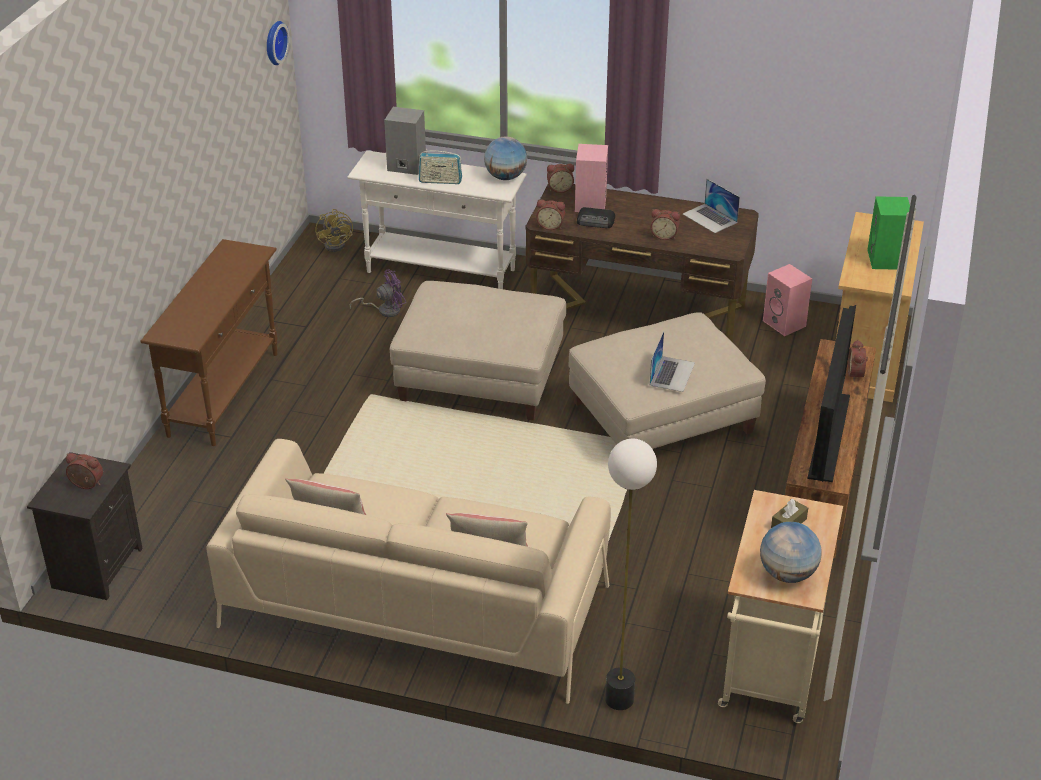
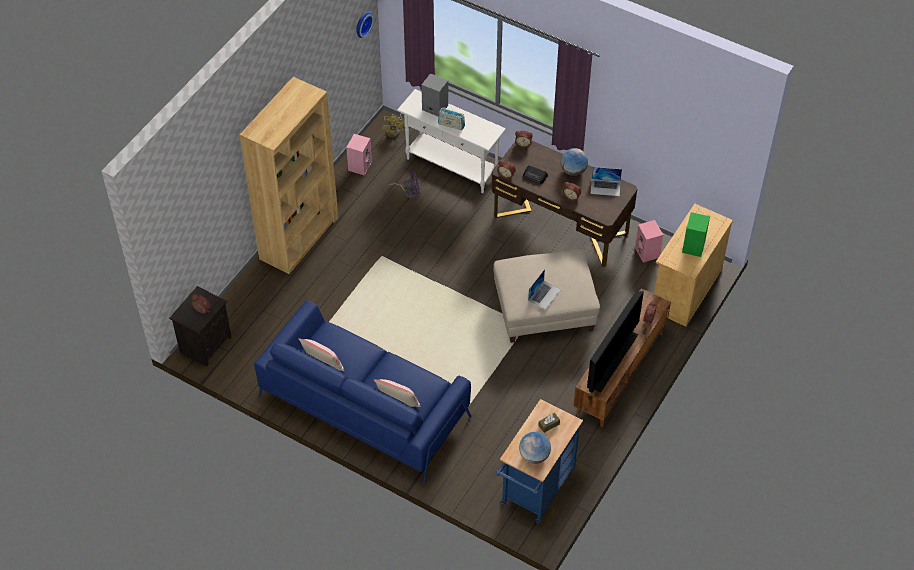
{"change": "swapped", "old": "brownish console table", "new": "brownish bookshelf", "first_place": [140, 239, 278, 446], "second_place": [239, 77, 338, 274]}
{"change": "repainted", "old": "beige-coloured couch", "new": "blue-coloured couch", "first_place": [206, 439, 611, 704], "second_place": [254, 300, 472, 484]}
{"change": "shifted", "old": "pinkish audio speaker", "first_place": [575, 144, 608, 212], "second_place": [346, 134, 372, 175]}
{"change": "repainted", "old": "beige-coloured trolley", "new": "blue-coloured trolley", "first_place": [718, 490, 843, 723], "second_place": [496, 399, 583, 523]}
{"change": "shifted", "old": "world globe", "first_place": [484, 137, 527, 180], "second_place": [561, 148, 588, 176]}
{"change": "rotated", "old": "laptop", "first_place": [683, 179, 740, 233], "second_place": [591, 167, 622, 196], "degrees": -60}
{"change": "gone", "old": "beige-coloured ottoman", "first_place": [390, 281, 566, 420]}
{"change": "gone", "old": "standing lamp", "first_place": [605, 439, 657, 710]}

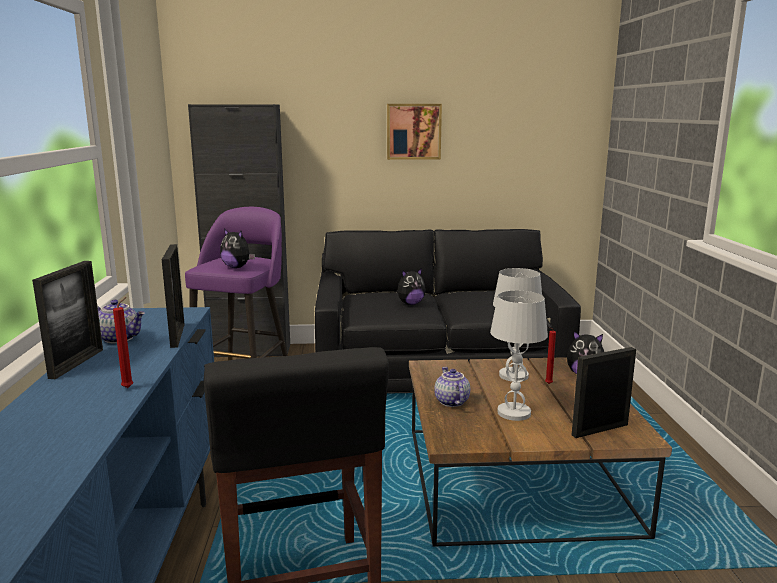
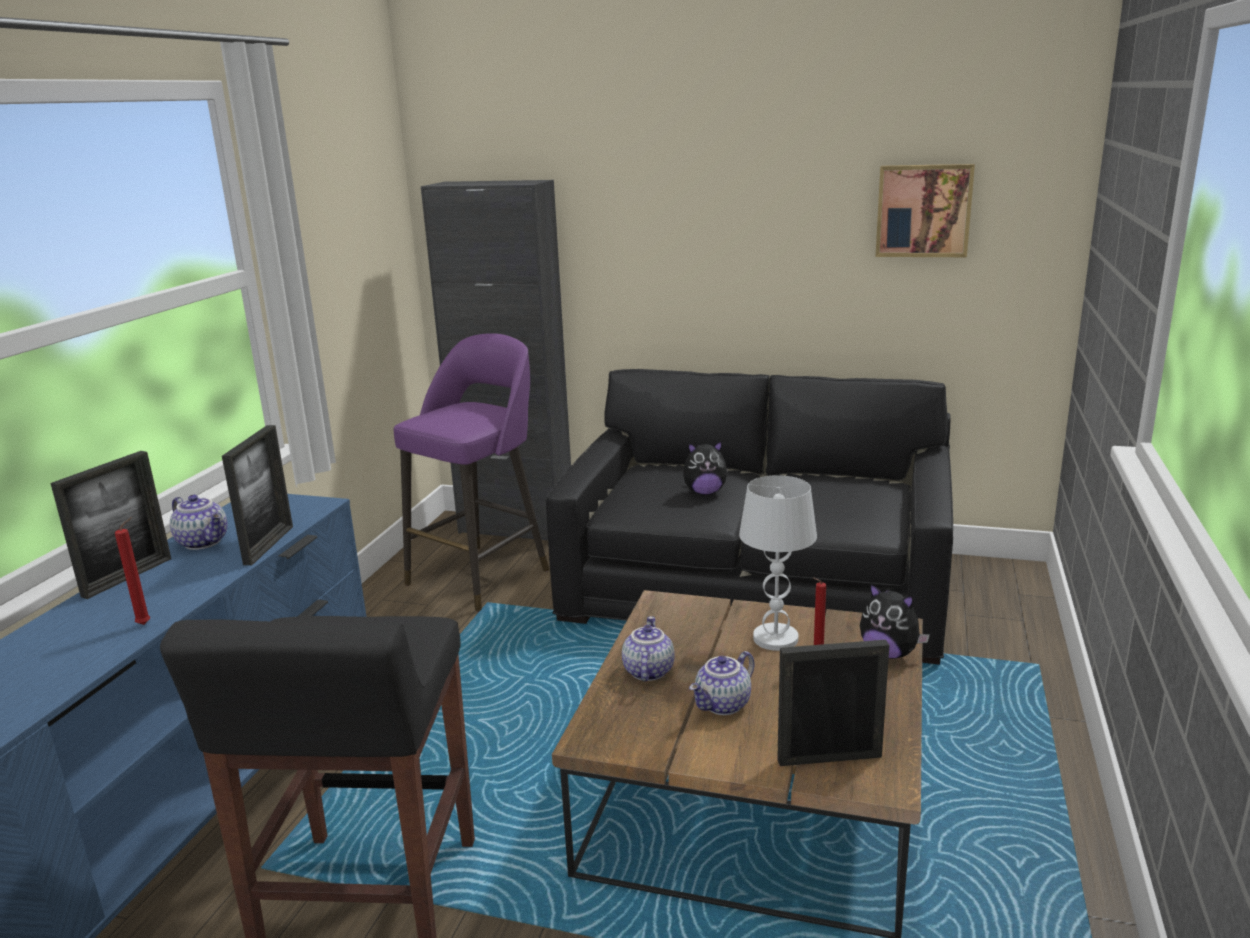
{"change": "swapped", "old": "white-coloured lamp for a table", "new": "teapot", "first_place": [490, 290, 548, 421], "second_place": [689, 651, 755, 715]}
{"change": "shifted", "old": "wall picture", "first_place": [387, 104, 442, 160], "second_place": [876, 164, 975, 257]}
{"change": "gone", "old": "cuddly toy", "first_place": [220, 228, 255, 268]}

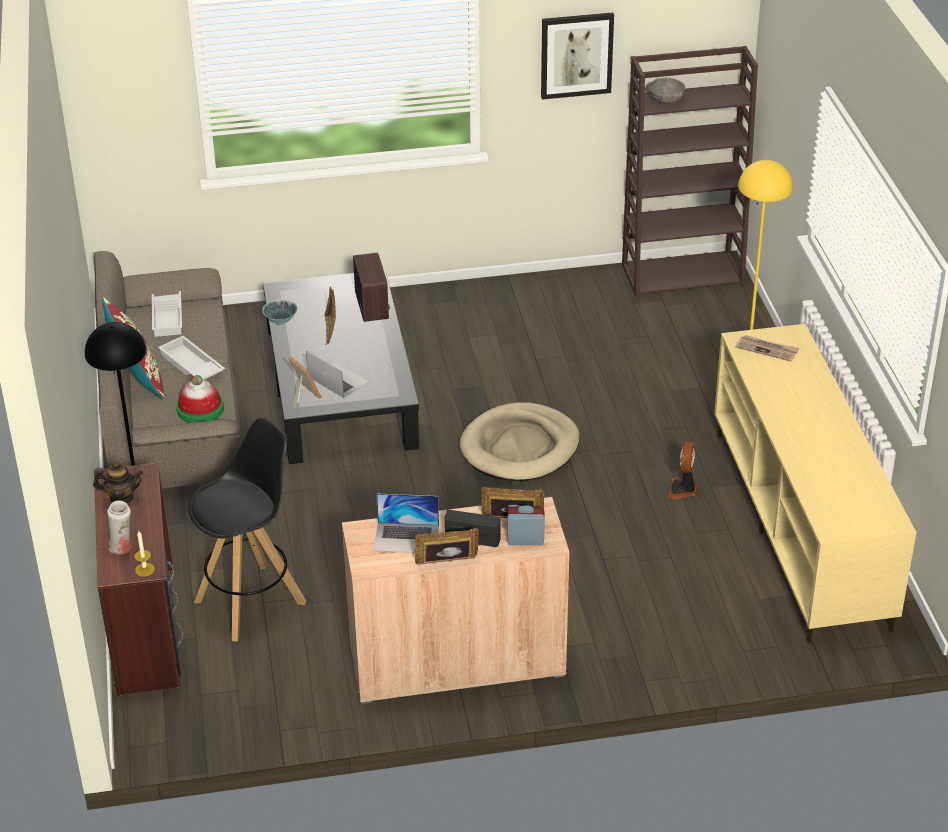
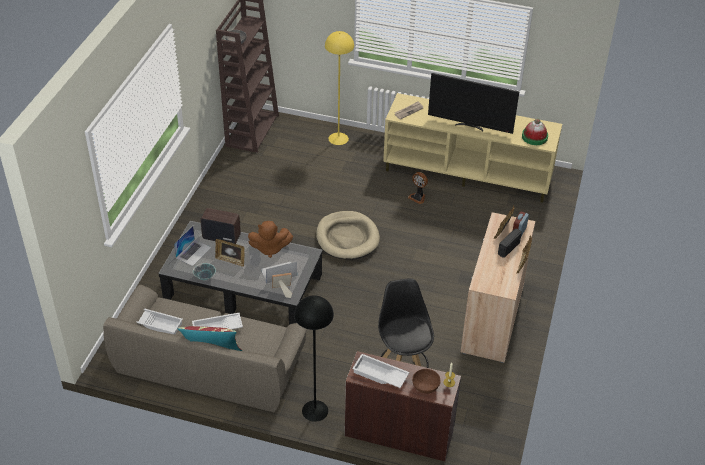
{"change": "shifted", "old": "laptop", "first_place": [373, 493, 439, 553], "second_place": [174, 226, 211, 266]}
{"change": "new", "new": "brownish cuddly toy", "second_place": [248, 221, 293, 258]}
{"change": "swapped", "old": "teapot", "new": "white-coloured carrying tray", "first_place": [93, 461, 143, 503], "second_place": [352, 354, 409, 388]}
{"change": "swapped", "old": "white-coloured decorative vase", "new": "brownish deep dish", "first_place": [107, 501, 132, 554], "second_place": [412, 369, 441, 394]}
{"change": "new", "new": "TV", "second_place": [428, 73, 520, 134]}
{"change": "shifted", "old": "clothing hat", "first_place": [176, 375, 224, 423], "second_place": [522, 118, 548, 145]}
{"change": "gone", "old": "wall picture", "first_place": [541, 13, 614, 100]}

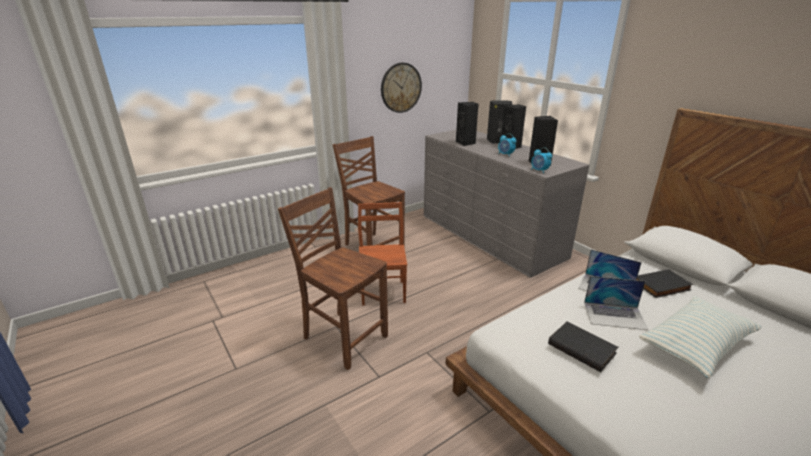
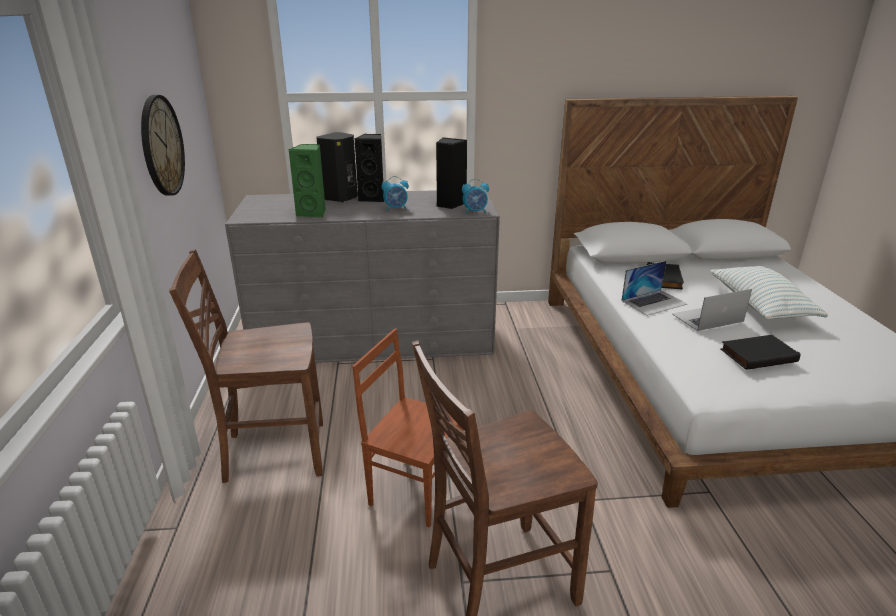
{"change": "repainted", "old": "black-coloured audio speaker", "new": "green-coloured audio speaker", "first_place": [456, 102, 479, 146], "second_place": [289, 144, 326, 217]}
{"change": "rotated", "old": "laptop", "first_place": [584, 276, 648, 330], "second_place": [672, 289, 752, 331], "degrees": -150}

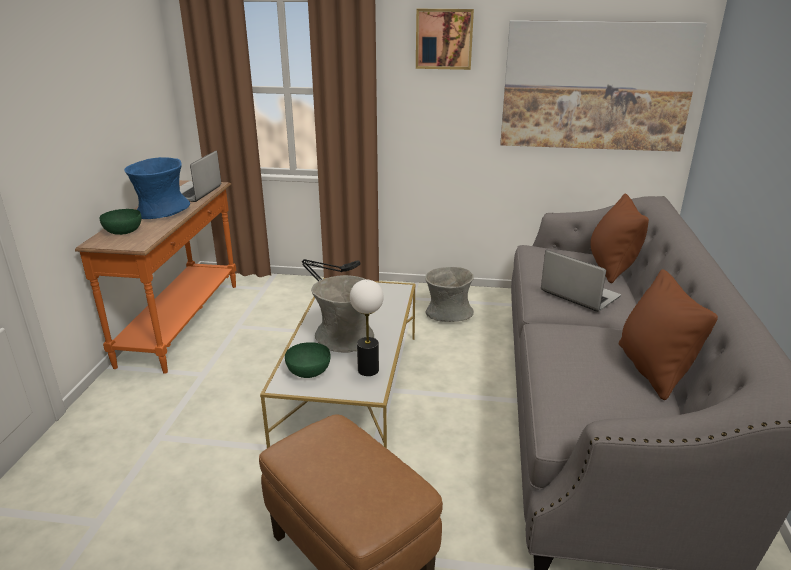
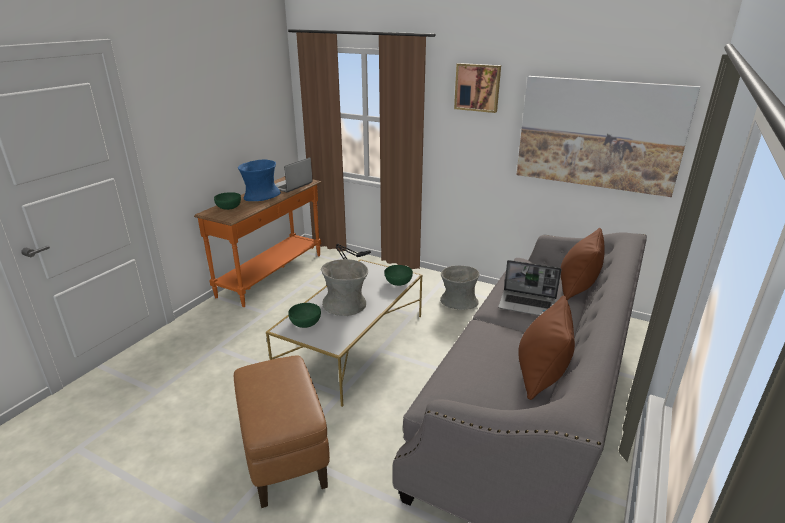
{"change": "new", "new": "green-coloured deep dish", "second_place": [385, 265, 413, 286]}
{"change": "rotated", "old": "laptop", "first_place": [541, 250, 621, 312], "second_place": [498, 260, 562, 316], "degrees": 135}
{"change": "gone", "old": "lamp for a table", "first_place": [350, 279, 384, 376]}

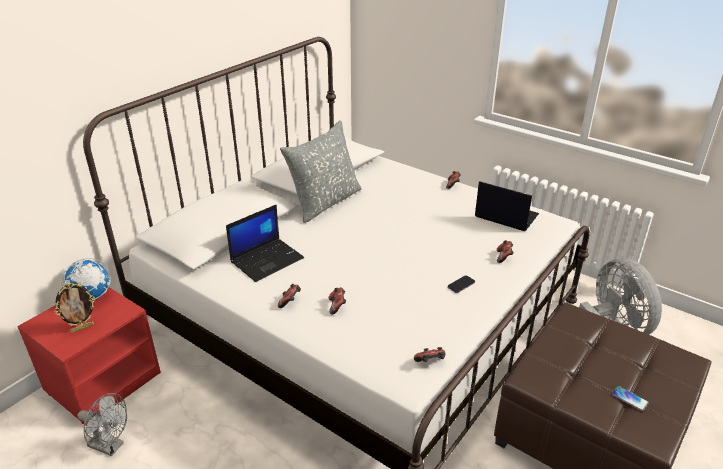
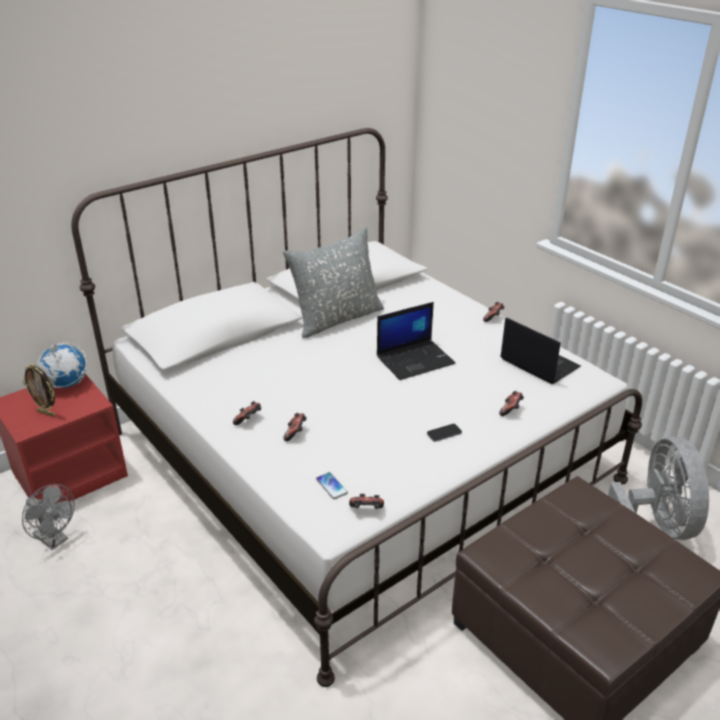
{"change": "rotated", "old": "photo frame", "first_place": [54, 283, 95, 333], "second_place": [23, 364, 55, 417], "degrees": 45}
{"change": "shifted", "old": "phone", "first_place": [612, 386, 649, 411], "second_place": [316, 472, 348, 499]}
{"change": "shifted", "old": "laptop", "first_place": [226, 205, 304, 282], "second_place": [377, 302, 455, 380]}

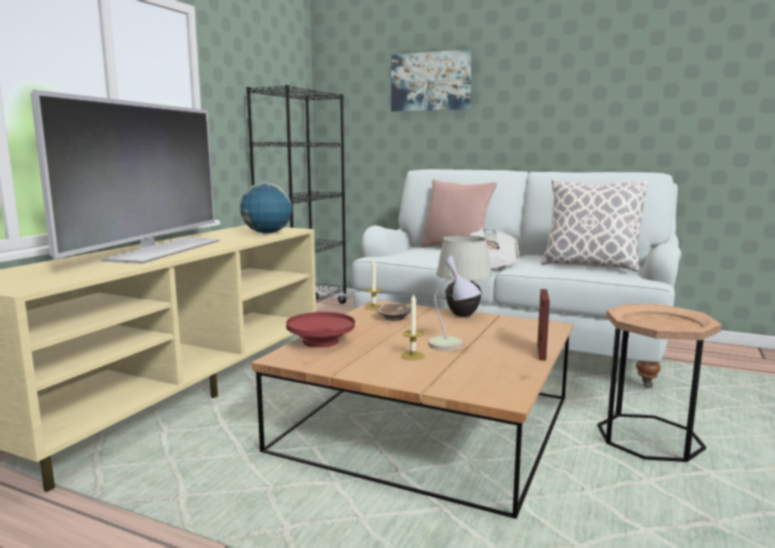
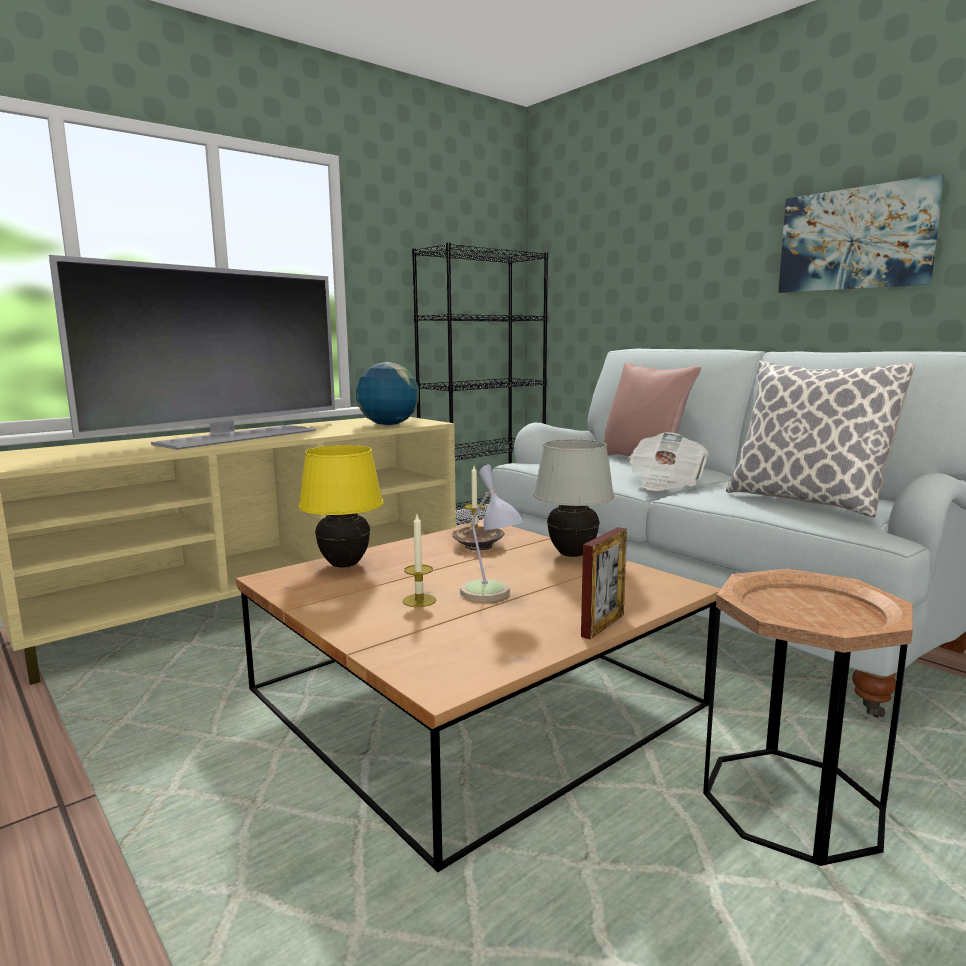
{"change": "swapped", "old": "red deep dish", "new": "yellow-coloured lamp for a table", "first_place": [286, 312, 355, 348], "second_place": [299, 445, 383, 567]}
{"change": "shifted", "old": "wall picture", "first_place": [391, 49, 472, 112], "second_place": [778, 174, 945, 293]}

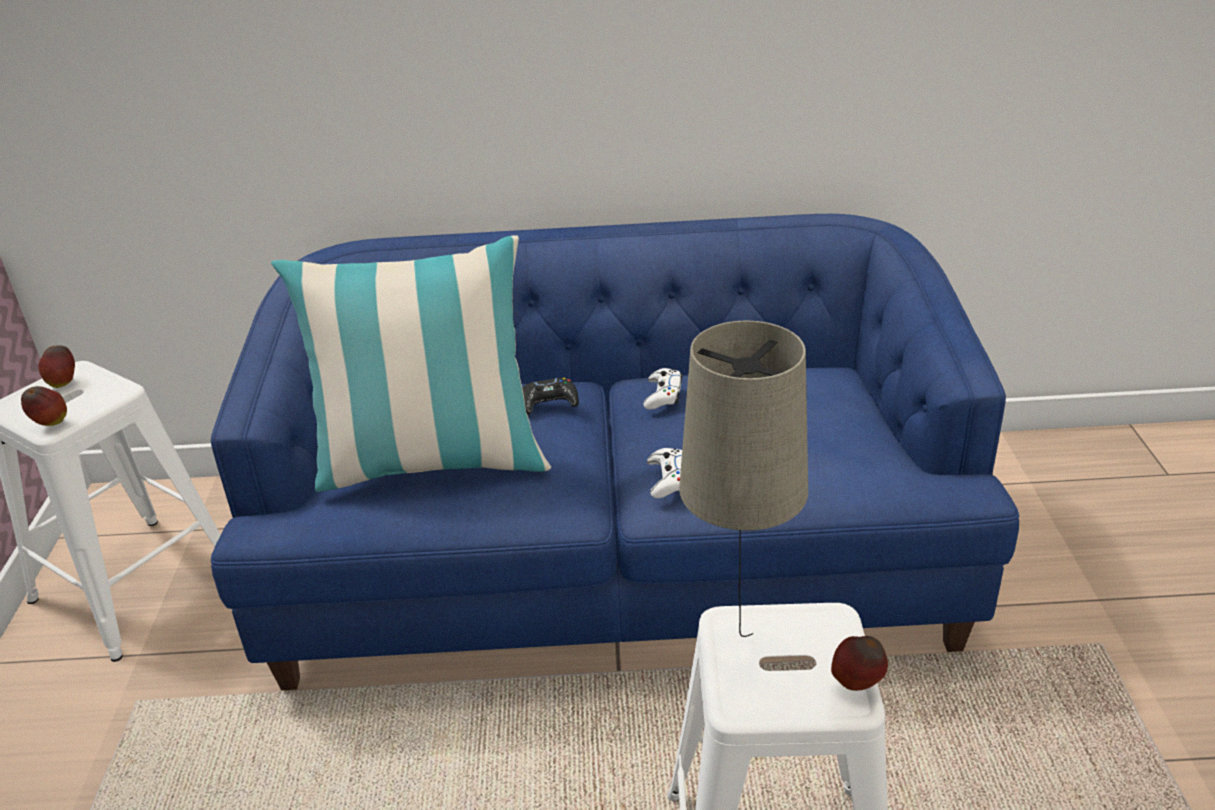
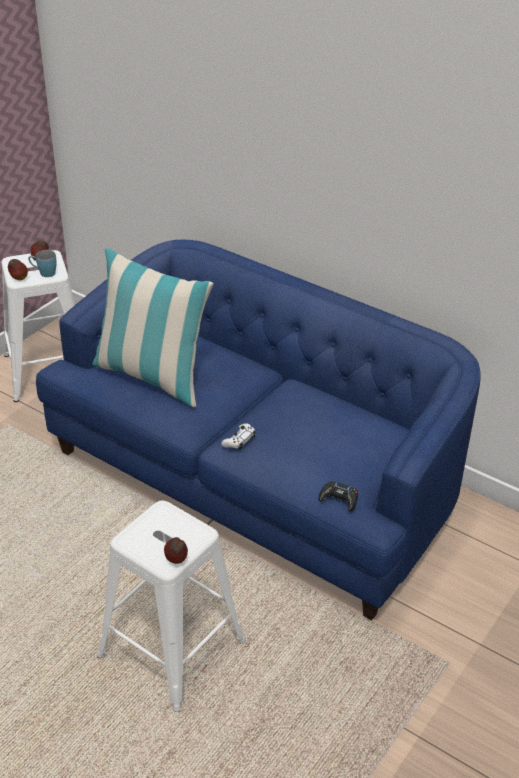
{"change": "new", "new": "blue-coloured tea mug", "second_place": [28, 250, 57, 277]}
{"change": "shifted", "old": "black-coloured joypad", "first_place": [523, 378, 579, 415], "second_place": [319, 481, 358, 511]}
{"change": "gone", "old": "white-coloured joypad", "first_place": [643, 368, 682, 410]}
{"change": "gone", "old": "beige-coloured lamp for a table", "first_place": [679, 321, 808, 637]}

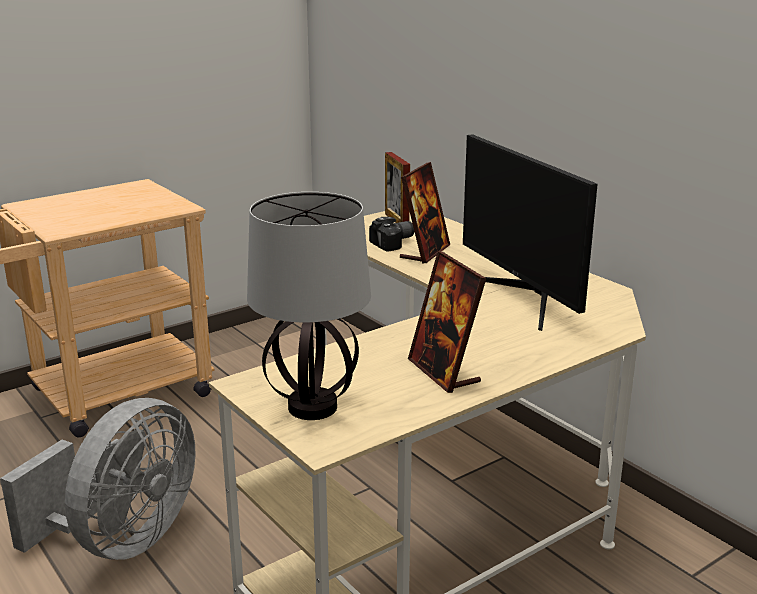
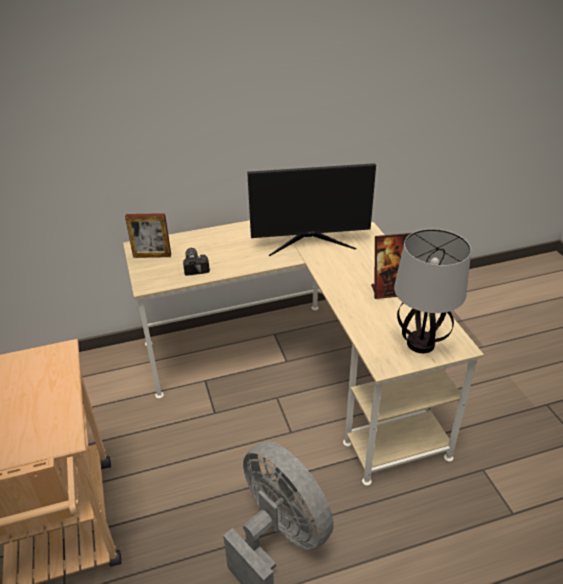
{"change": "gone", "old": "photo frame", "first_place": [400, 162, 450, 264]}

